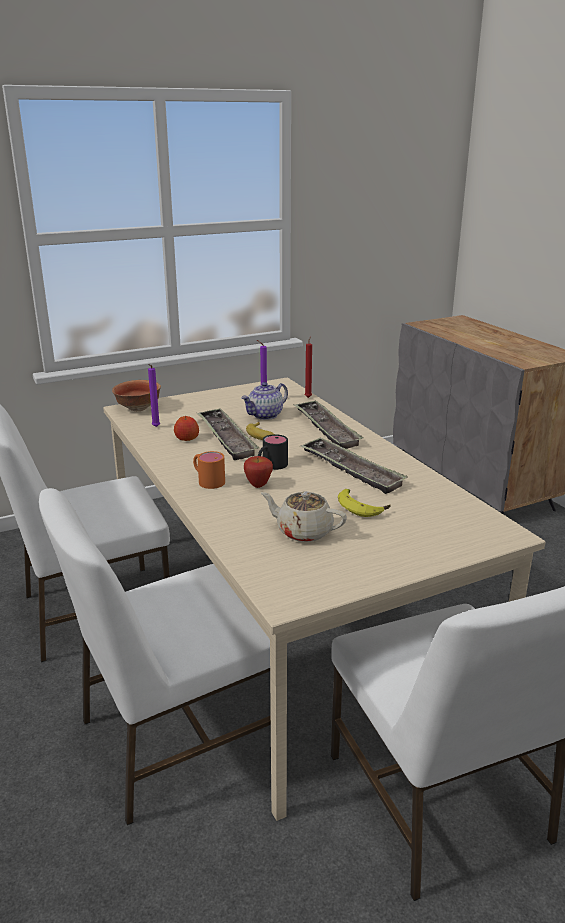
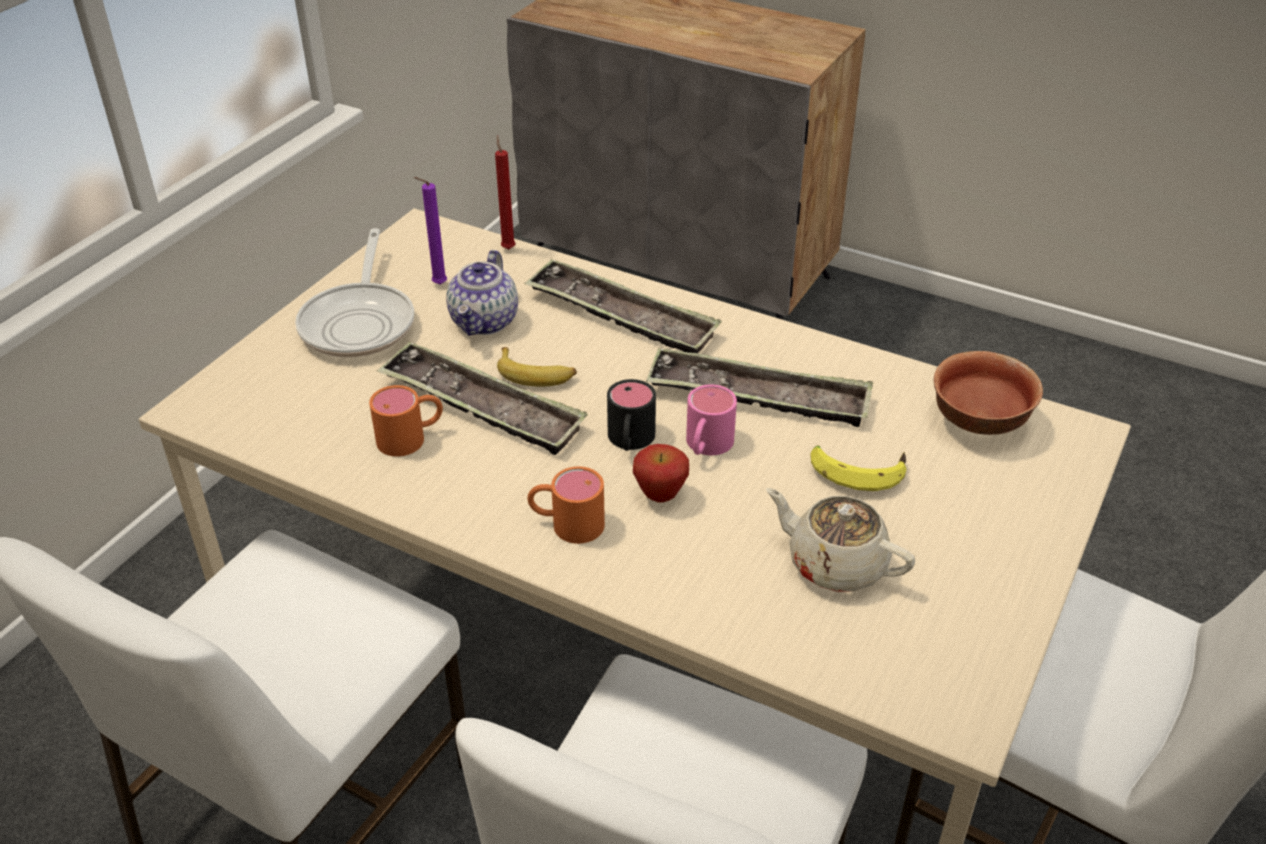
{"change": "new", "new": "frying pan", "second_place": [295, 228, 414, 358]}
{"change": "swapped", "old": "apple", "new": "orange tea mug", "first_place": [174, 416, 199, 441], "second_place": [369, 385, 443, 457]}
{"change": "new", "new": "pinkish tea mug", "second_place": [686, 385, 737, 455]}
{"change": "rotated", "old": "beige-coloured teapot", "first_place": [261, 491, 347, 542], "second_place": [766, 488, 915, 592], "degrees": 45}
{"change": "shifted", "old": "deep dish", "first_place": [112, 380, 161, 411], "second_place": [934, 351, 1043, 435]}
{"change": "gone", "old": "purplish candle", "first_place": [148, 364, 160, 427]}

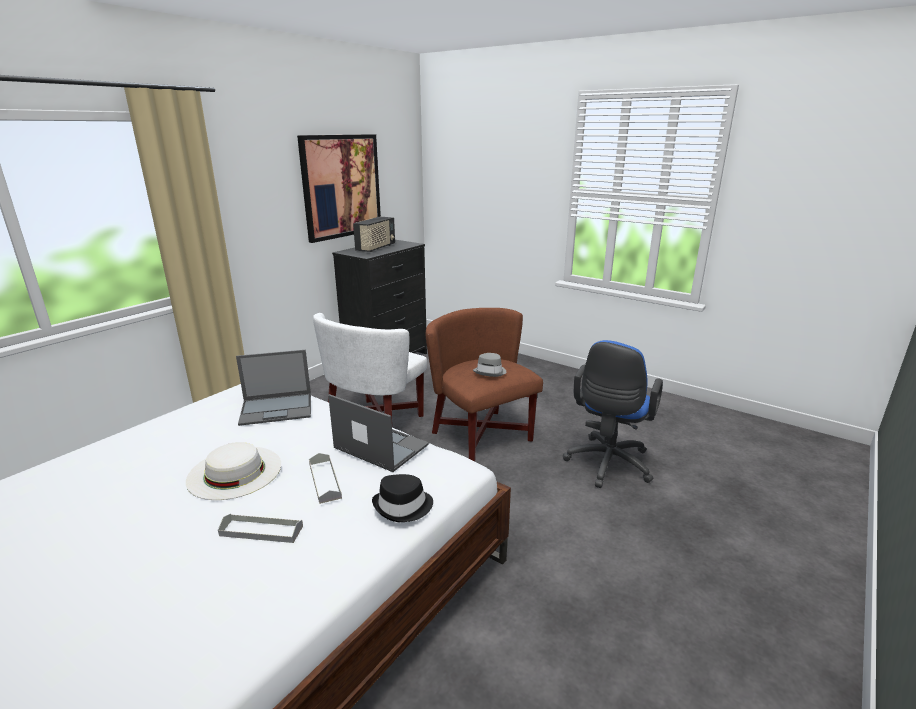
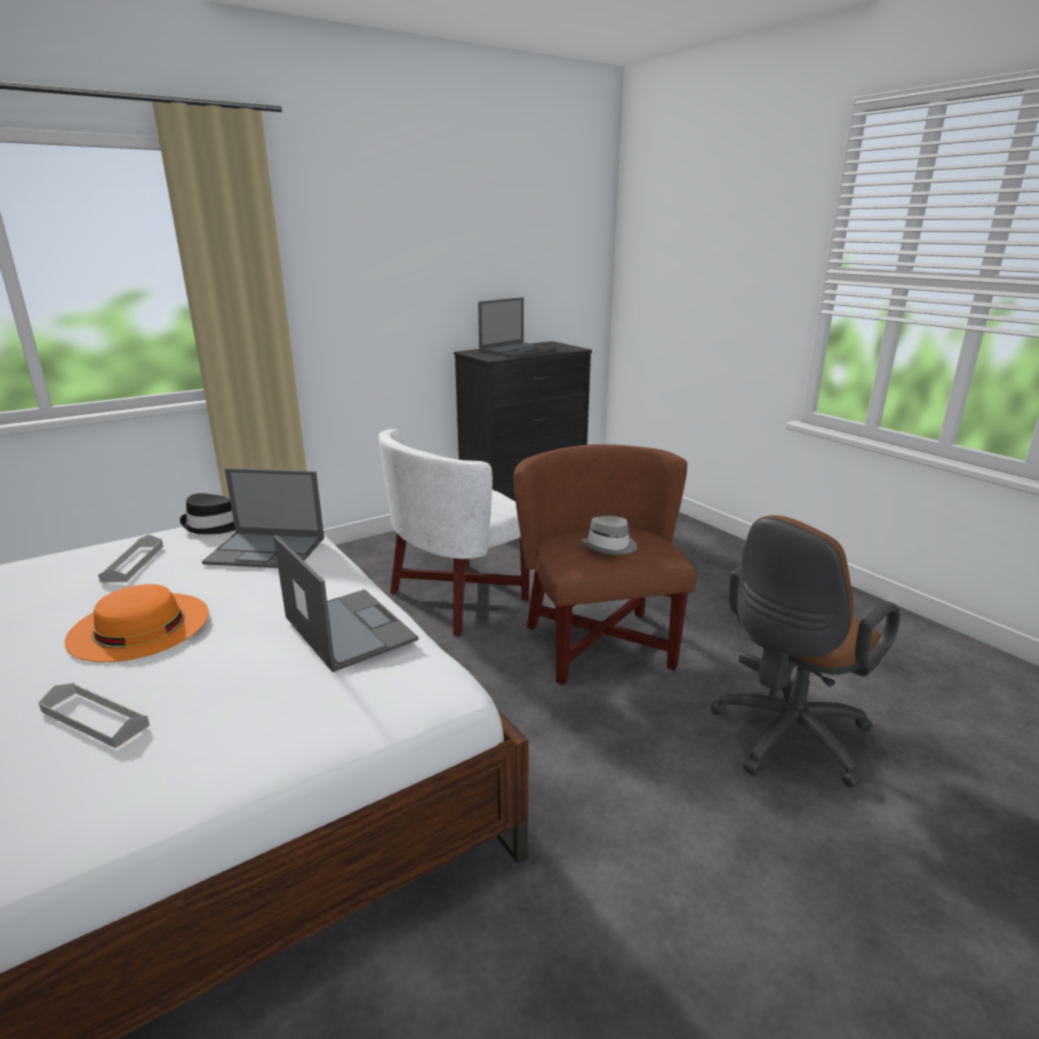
{"change": "repainted", "old": "white-coloured clothing hat", "new": "orange clothing hat", "first_place": [186, 442, 281, 500], "second_place": [65, 584, 209, 662]}
{"change": "shifted", "old": "greyish carrying tray", "first_place": [309, 453, 342, 504], "second_place": [98, 534, 163, 583]}
{"change": "shifted", "old": "black-coloured clothing hat", "first_place": [372, 474, 433, 522], "second_place": [180, 493, 235, 534]}
{"change": "swapped", "old": "radio", "new": "laptop", "first_place": [353, 217, 395, 252], "second_place": [478, 297, 555, 357]}
{"change": "repainted", "old": "blue-coloured office chair", "new": "brownish office chair", "first_place": [563, 340, 663, 488], "second_place": [710, 515, 900, 787]}
{"change": "gone", "old": "wall picture", "first_place": [297, 134, 381, 243]}

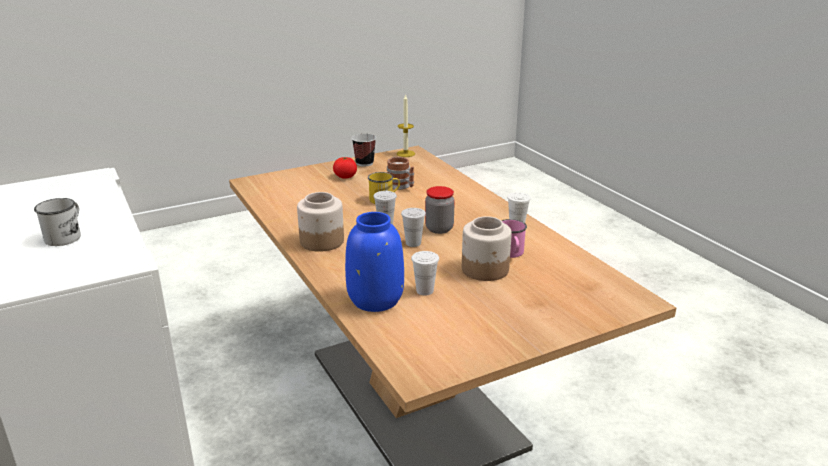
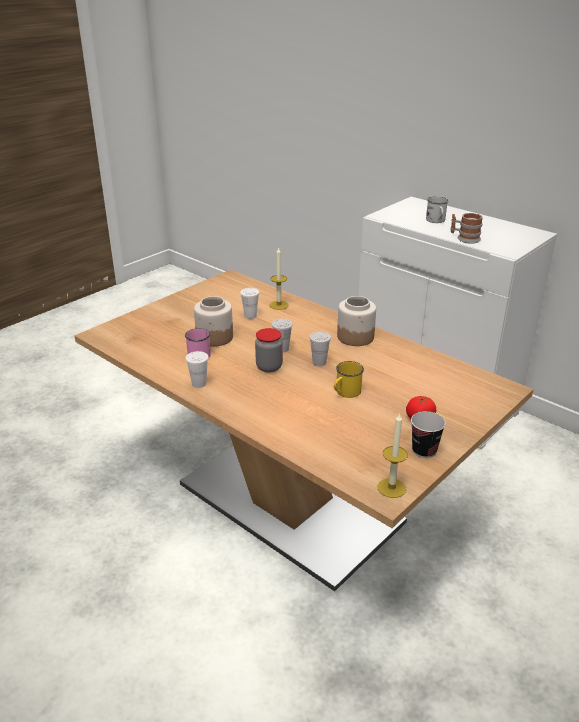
{"change": "swapped", "old": "blue-coloured decorative vase", "new": "candle", "first_place": [345, 212, 404, 312], "second_place": [270, 247, 289, 310]}
{"change": "shifted", "old": "tea mug", "first_place": [387, 157, 414, 190], "second_place": [450, 213, 483, 244]}

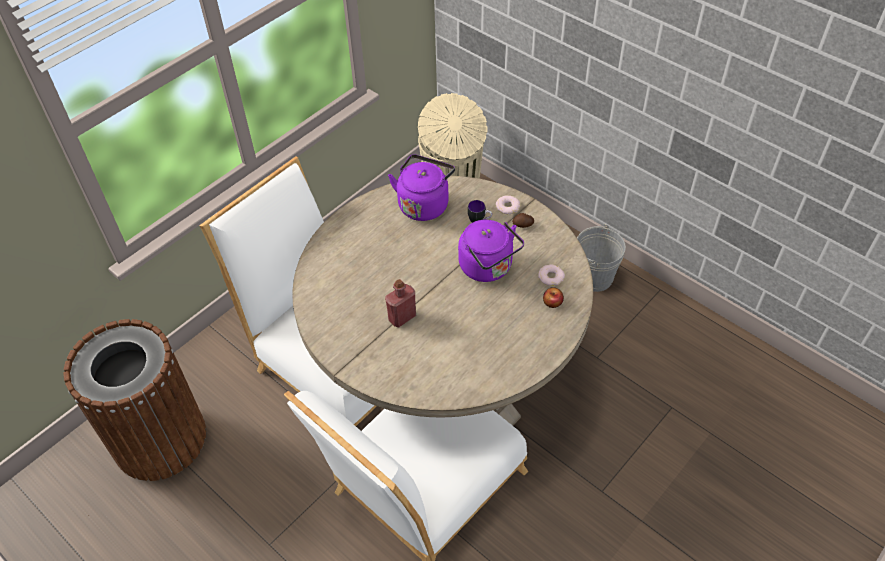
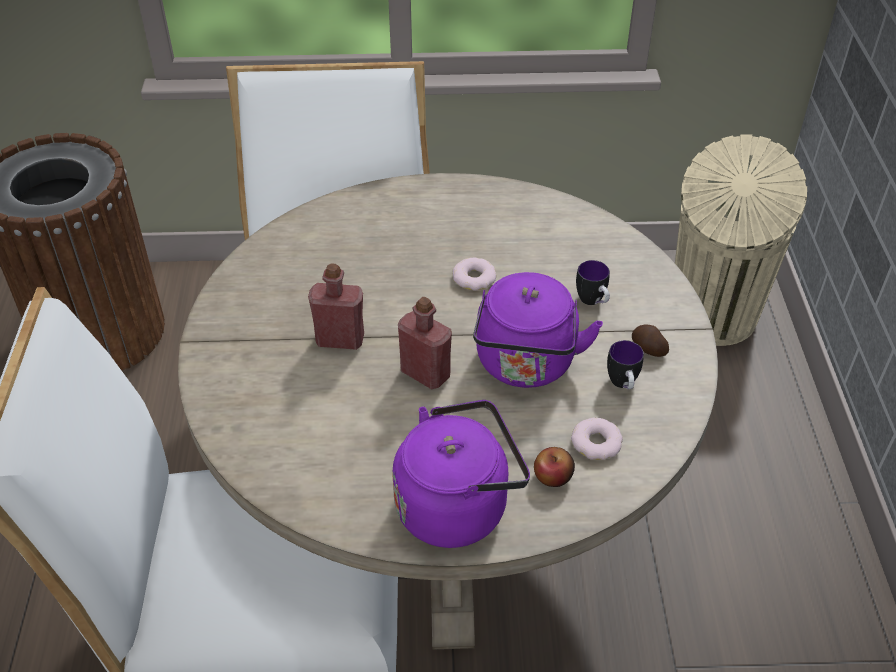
{"change": "shifted", "old": "purplish water kettle", "first_place": [388, 154, 455, 221], "second_place": [392, 400, 530, 548]}
{"change": "new", "new": "red bottle", "second_place": [398, 297, 452, 389]}
{"change": "shifted", "old": "ring doughnut", "first_place": [496, 195, 520, 214], "second_place": [453, 258, 496, 291]}
{"change": "new", "new": "tea mug", "second_place": [607, 340, 644, 389]}
{"change": "gone", "old": "greyish bucket", "first_place": [577, 224, 626, 292]}

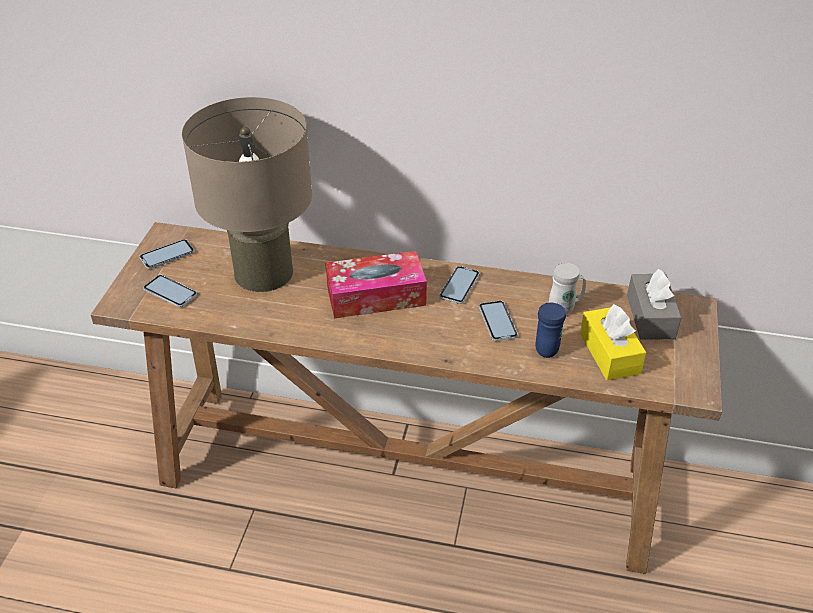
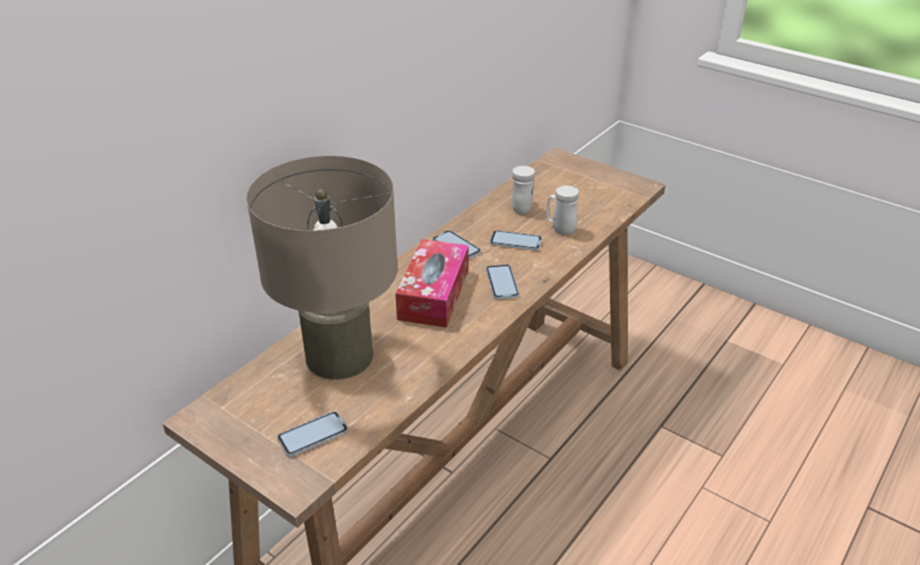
{"change": "shifted", "old": "phone", "first_place": [140, 239, 195, 269], "second_place": [486, 264, 519, 299]}
{"change": "repainted", "old": "blue-coloured tea mug", "new": "white-coloured tea mug", "first_place": [535, 303, 566, 358], "second_place": [546, 185, 579, 235]}
{"change": "gone", "old": "yellow-coloured tissue box", "first_place": [580, 304, 646, 380]}
{"change": "gone", "old": "greyish tissue box", "first_place": [627, 269, 681, 340]}

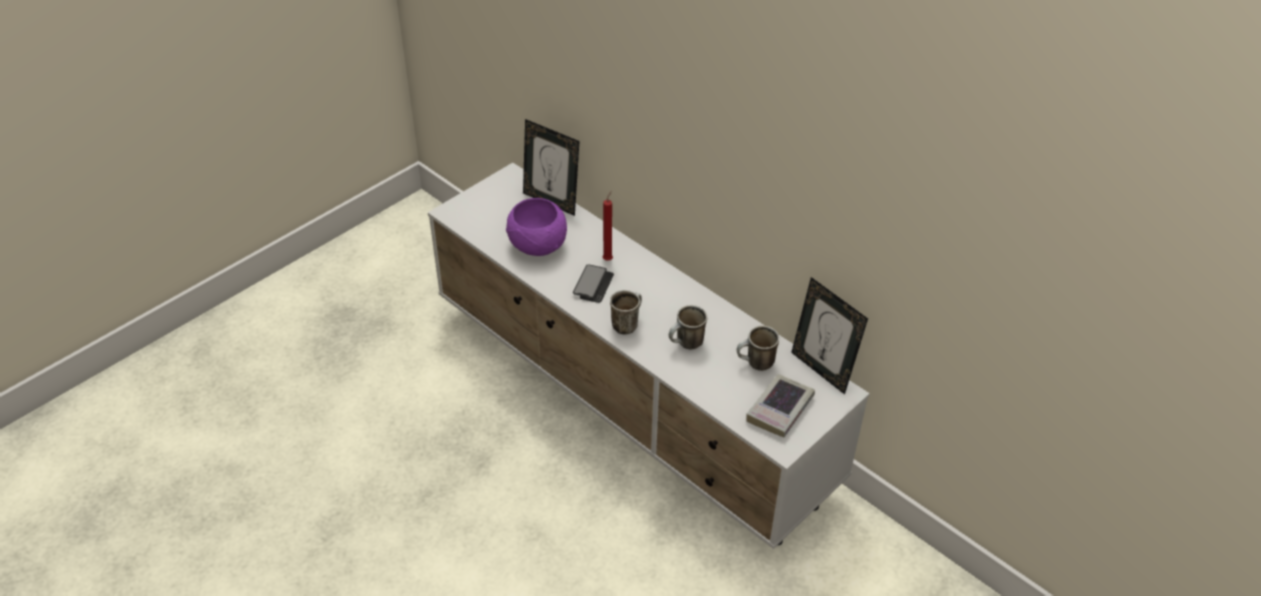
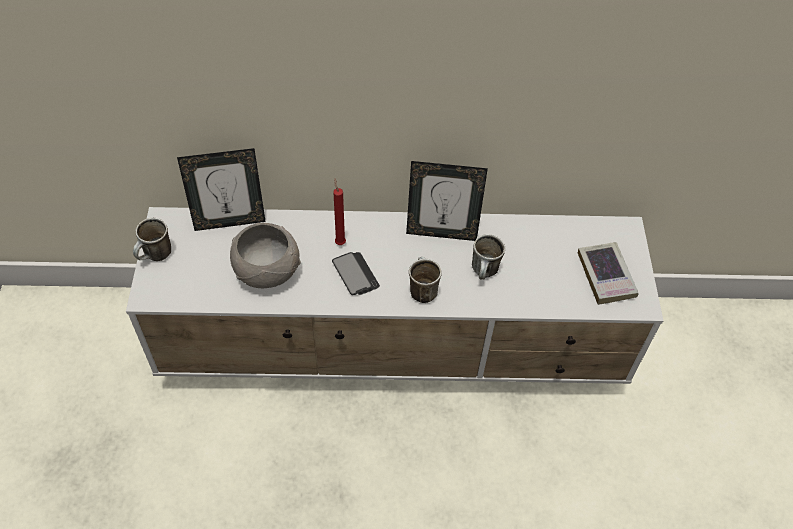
{"change": "shifted", "old": "tea mug", "first_place": [737, 326, 779, 371], "second_place": [133, 218, 171, 261]}
{"change": "repainted", "old": "purplish deep dish", "new": "greyish deep dish", "first_place": [506, 198, 567, 256], "second_place": [230, 223, 301, 288]}
{"change": "shifted", "old": "photo frame", "first_place": [791, 277, 868, 394], "second_place": [406, 161, 488, 241]}

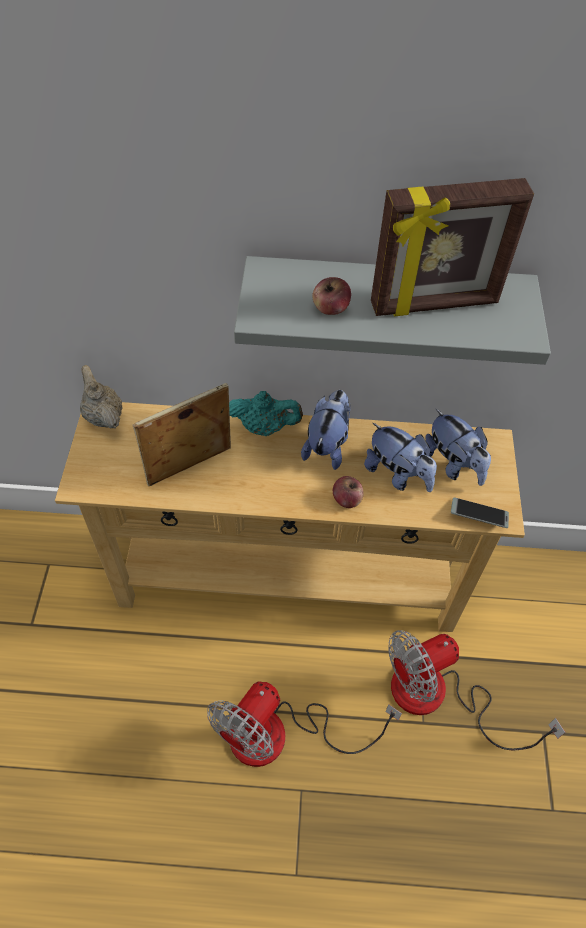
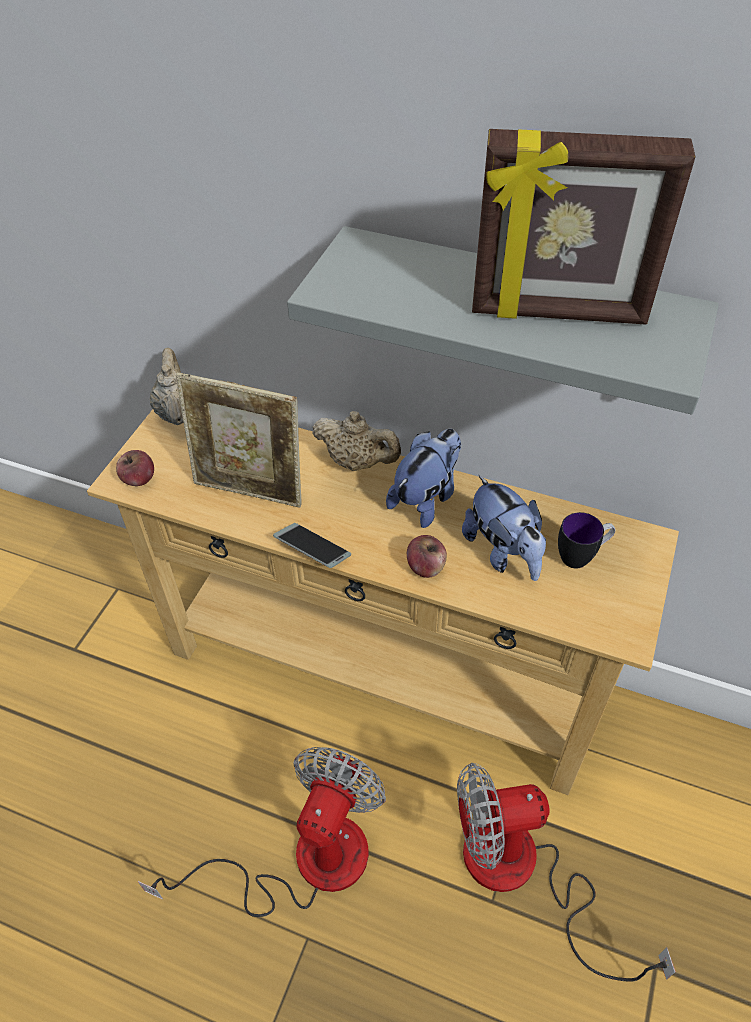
{"change": "shifted", "old": "apple", "first_place": [312, 277, 351, 315], "second_place": [116, 450, 154, 486]}
{"change": "rotated", "old": "cooling fan", "first_place": [207, 682, 402, 767], "second_place": [138, 747, 386, 917], "degrees": 150}
{"change": "rotated", "old": "photo frame", "first_place": [133, 383, 231, 486], "second_place": [176, 372, 302, 507], "degrees": -150}
{"change": "shifted", "old": "phone", "first_place": [451, 498, 509, 528], "second_place": [273, 523, 351, 568]}
{"change": "repainted", "old": "blue-green teapot", "new": "beige-coloured teapot", "first_place": [229, 391, 303, 436], "second_place": [312, 411, 401, 471]}
{"change": "swapped", "old": "cuddly toy", "new": "tea mug", "first_place": [424, 409, 491, 486], "second_place": [558, 512, 615, 569]}

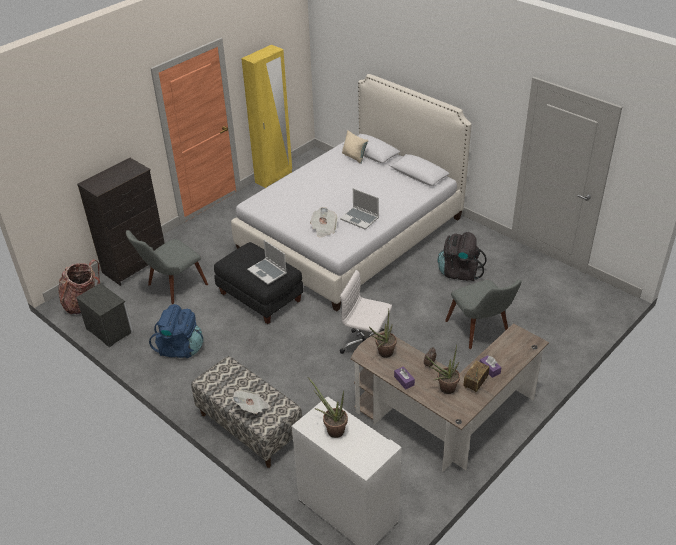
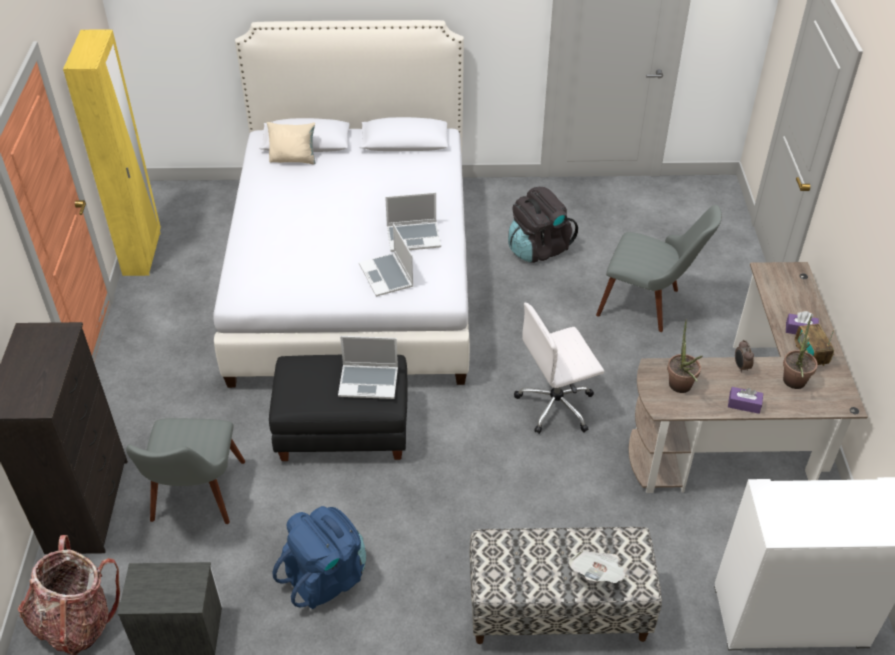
{"change": "swapped", "old": "printed paper", "new": "laptop", "first_place": [310, 207, 338, 238], "second_place": [359, 223, 414, 297]}
{"change": "gone", "old": "potted plant", "first_place": [308, 377, 348, 438]}

